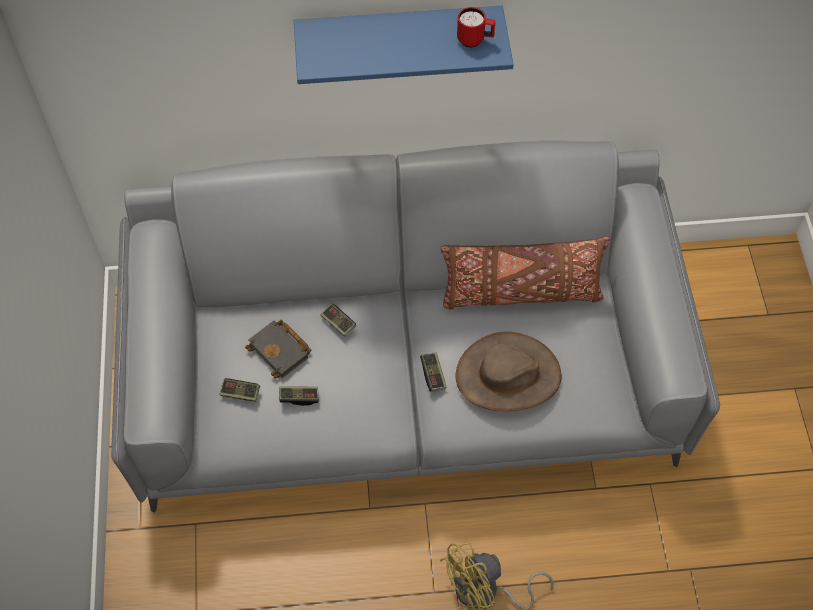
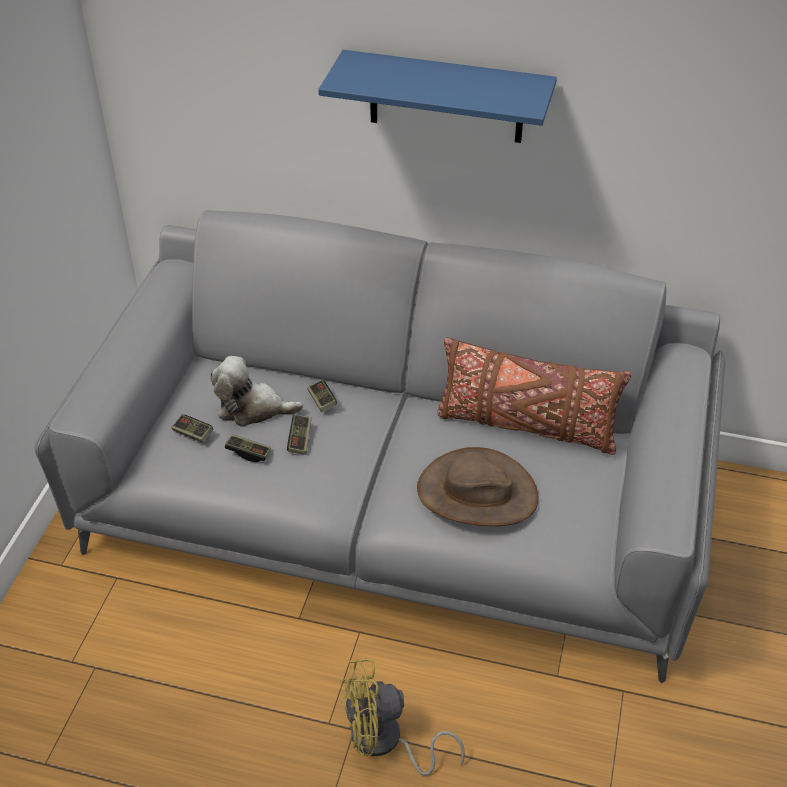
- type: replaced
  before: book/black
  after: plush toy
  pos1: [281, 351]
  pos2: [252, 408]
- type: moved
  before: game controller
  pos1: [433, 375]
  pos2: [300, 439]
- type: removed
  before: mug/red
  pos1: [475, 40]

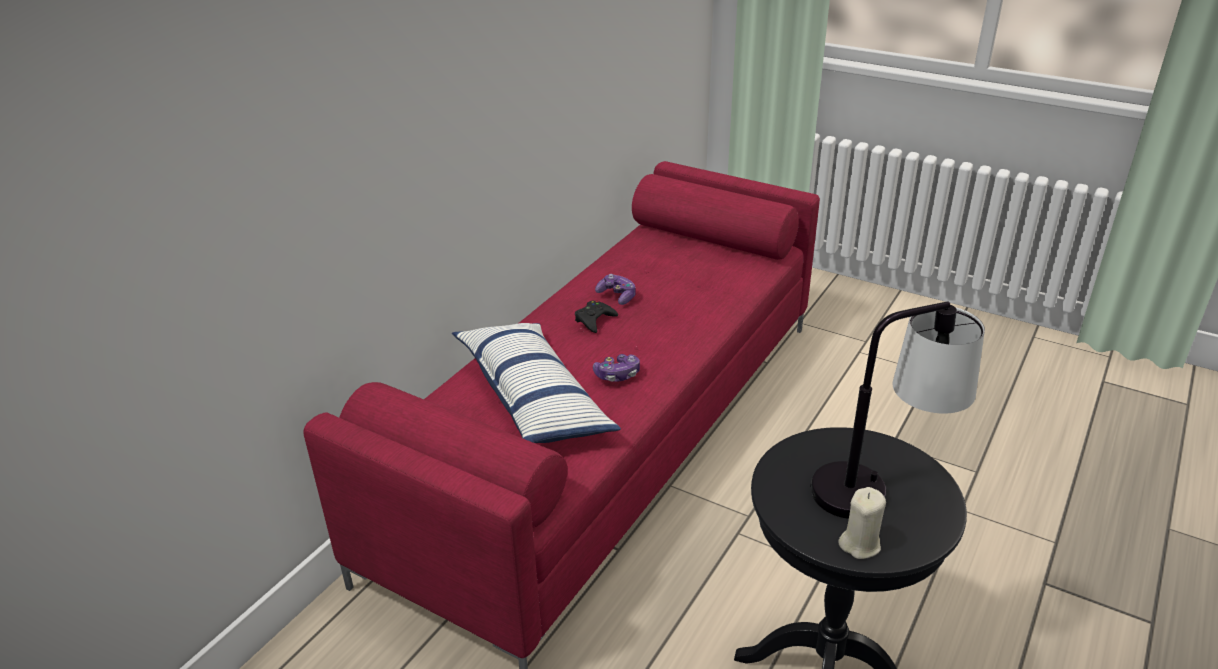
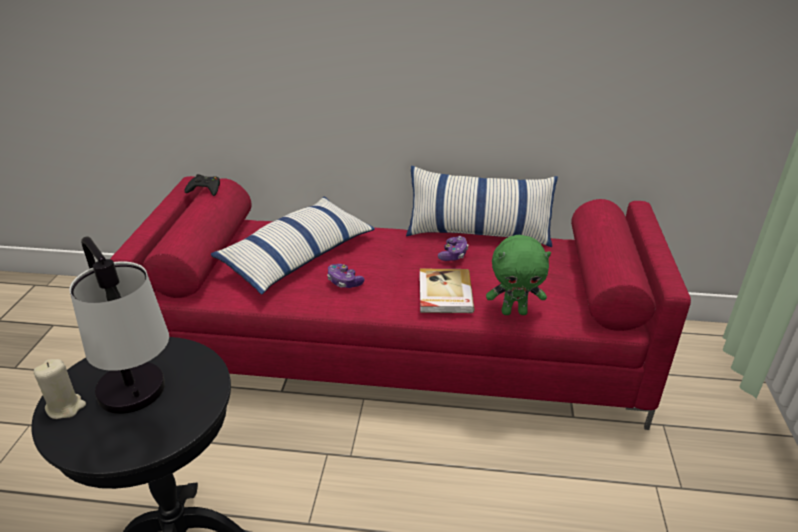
- type: moved
  before: game controller/black
  pos1: [594, 320]
  pos2: [205, 189]
- type: added
  after: pillow
  pos2: [478, 233]
- type: added
  after: book
  pos2: [444, 293]
- type: added
  after: plush toy/green
  pos2: [514, 312]

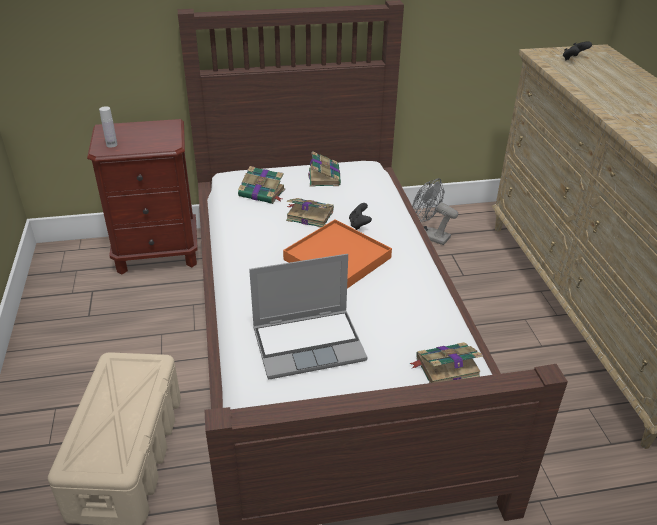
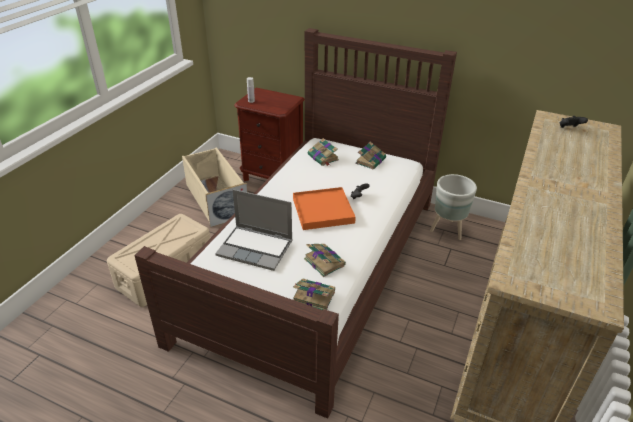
- type: moved
  before: book
  pos1: [309, 215]
  pos2: [323, 261]
- type: replaced
  before: fan/grey
  after: planter/grey
  pos1: [429, 236]
  pos2: [447, 231]
- type: added
  after: storage box/beige
  pos2: [215, 199]

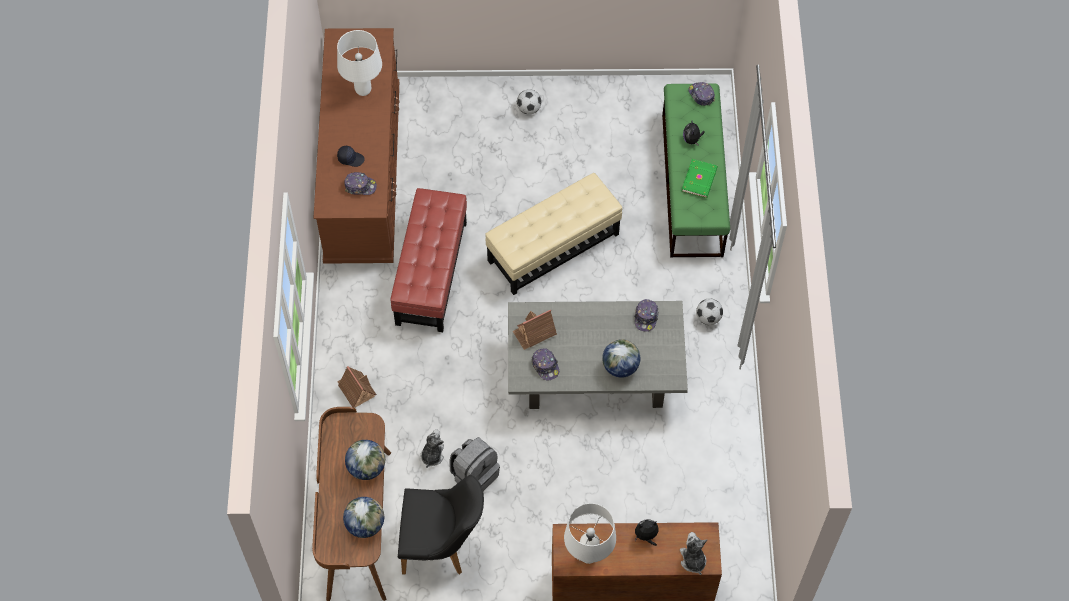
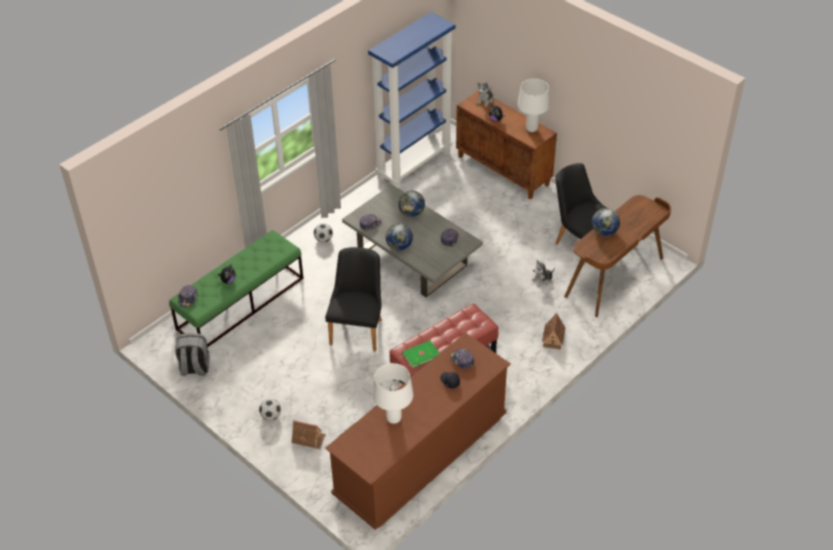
- type: moved
  before: globe
  pos1: [365, 524]
  pos2: [399, 246]
- type: moved
  before: backpack/grey
  pos1: [474, 475]
  pos2: [194, 368]
- type: replaced
  before: ottoman/beige
  after: chair/black
  pos1: [553, 248]
  pos2: [358, 328]
- type: moved
  before: toy house
  pos1: [534, 332]
  pos2: [308, 438]
- type: moved
  before: book/green
  pos1: [700, 179]
  pos2: [420, 355]
- type: added
  after: bookcase/blue
  pos2: [414, 164]

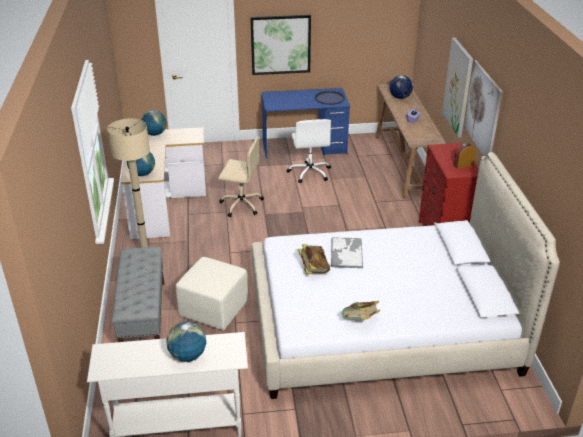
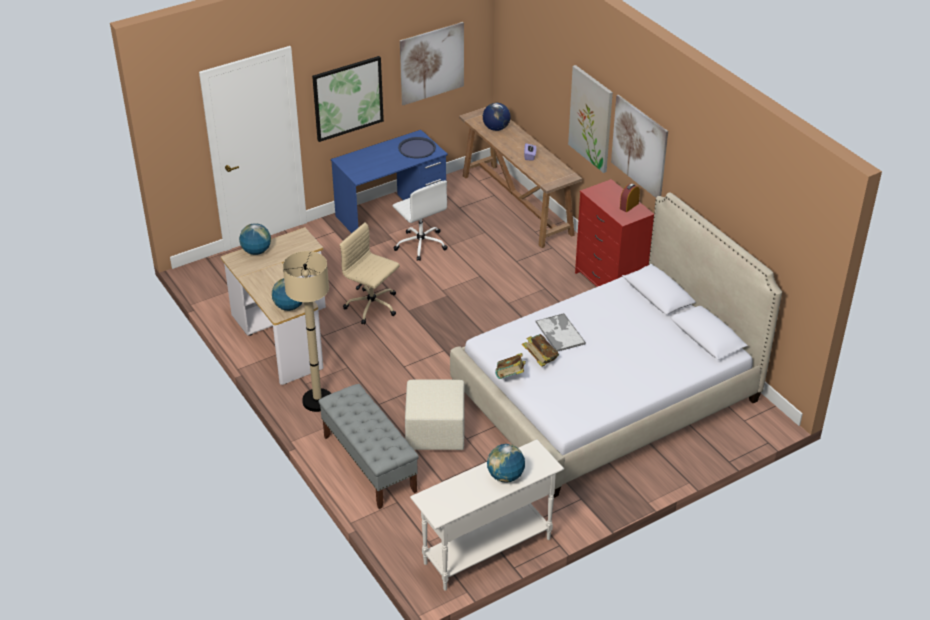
- type: turned
  before: office chair/beige
  pos1: [241, 204]
  pos2: [373, 307]
  turn: -135
- type: moved
  before: book
  pos1: [360, 321]
  pos2: [510, 377]
- type: added
  after: picture
  pos2: [432, 63]

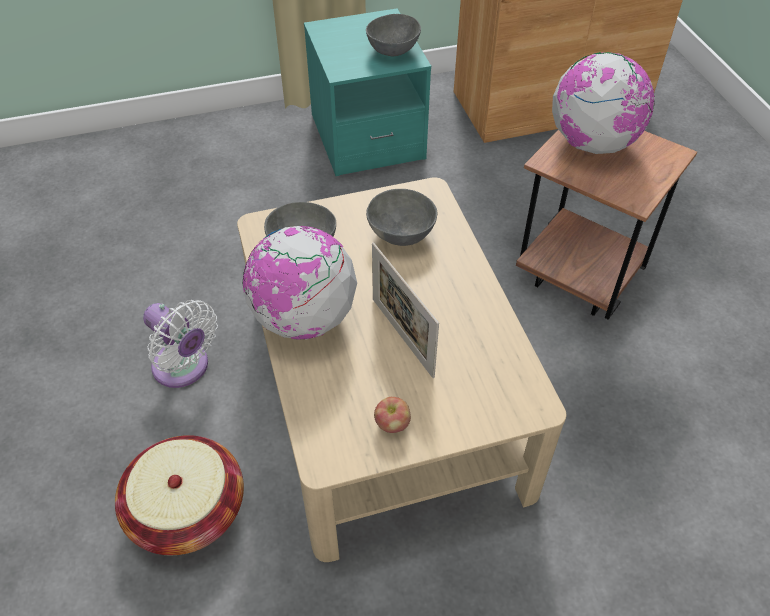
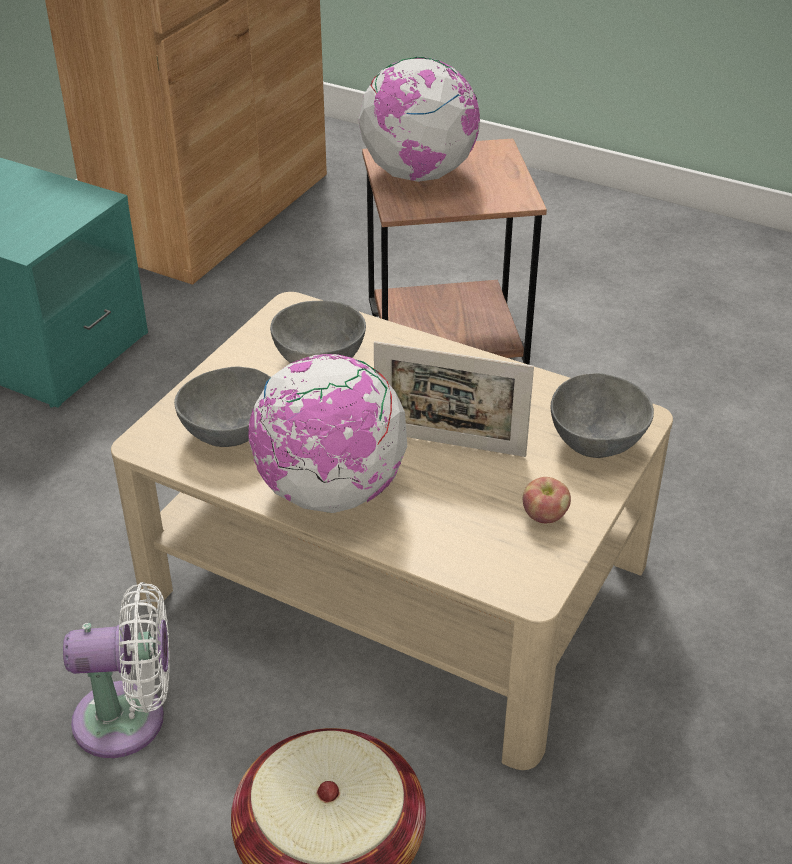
- type: moved
  before: bowl/grey
  pos1: [394, 50]
  pos2: [597, 441]

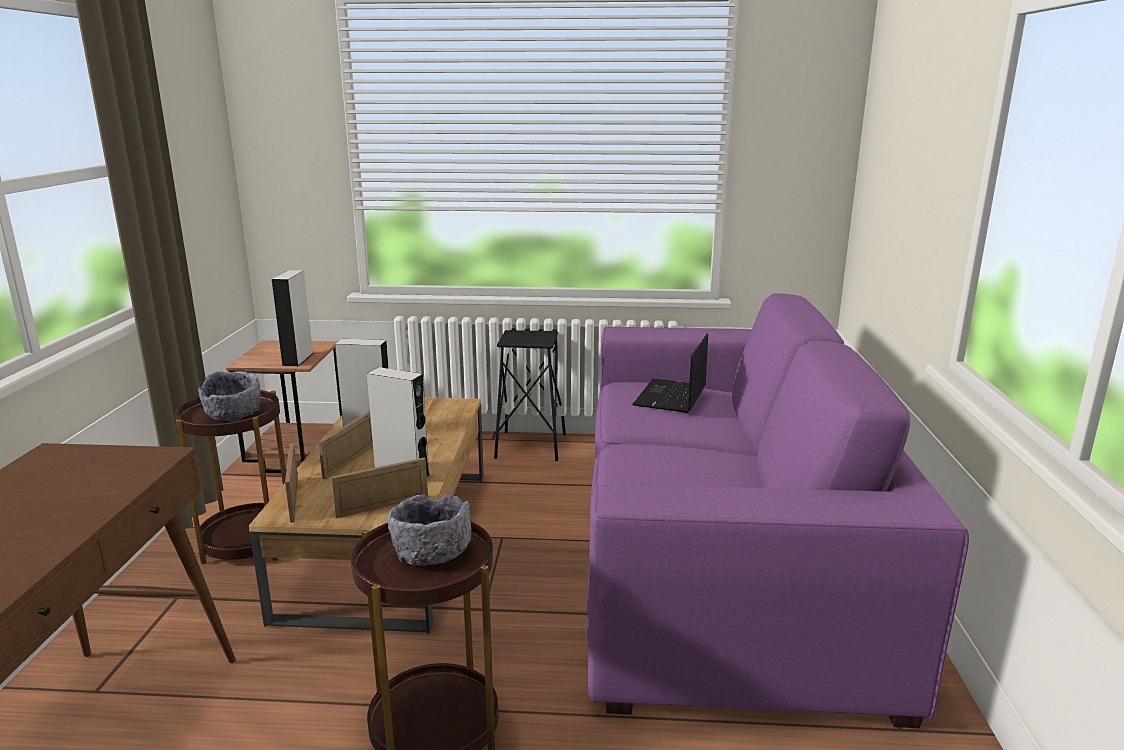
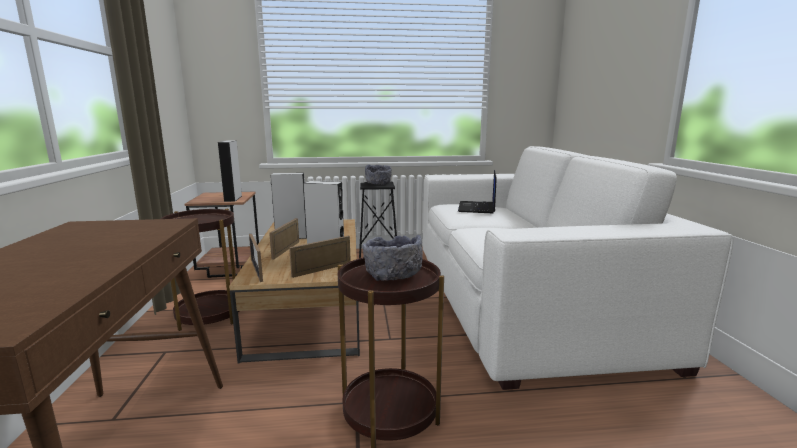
- type: moved
  before: bowl/grey
  pos1: [234, 414]
  pos2: [378, 183]
- type: recoloured
  before: sofa/purple
  after: sofa/white
  pos1: [719, 556]
  pos2: [521, 299]

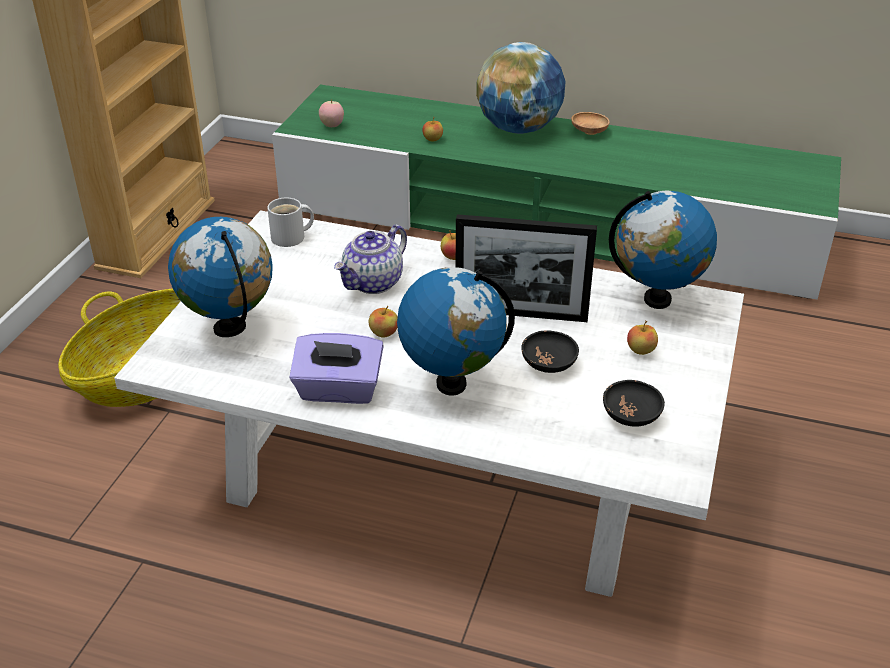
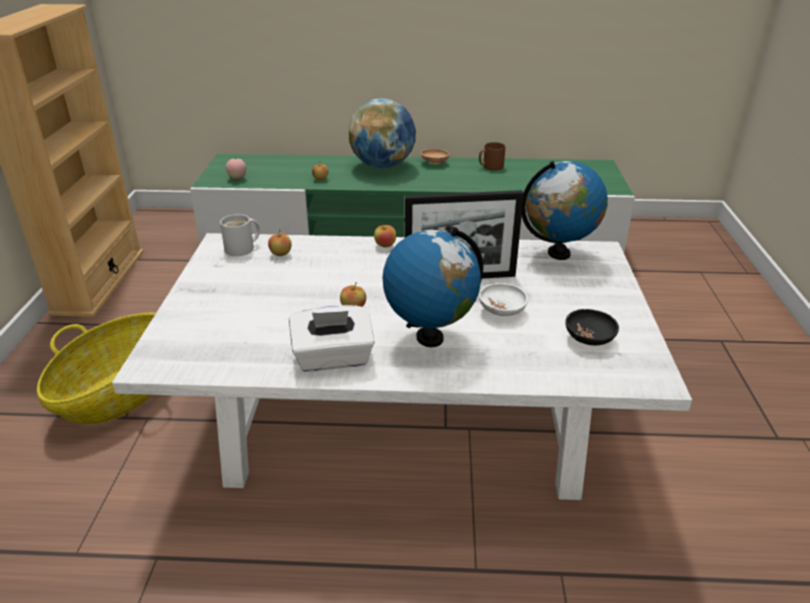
- type: removed
  before: globe
  pos1: [230, 328]
- type: recoloured
  before: tissue box/purple
  after: tissue box/white
  pos1: [338, 390]
  pos2: [333, 359]
- type: removed
  before: teapot
  pos1: [373, 283]
- type: recoloured
  before: bowl/black
  after: bowl/white
  pos1: [549, 364]
  pos2: [502, 310]
- type: moved
  before: apple
  pos1: [640, 350]
  pos2: [280, 254]
- type: added
  after: mug/brown
  pos2: [490, 167]

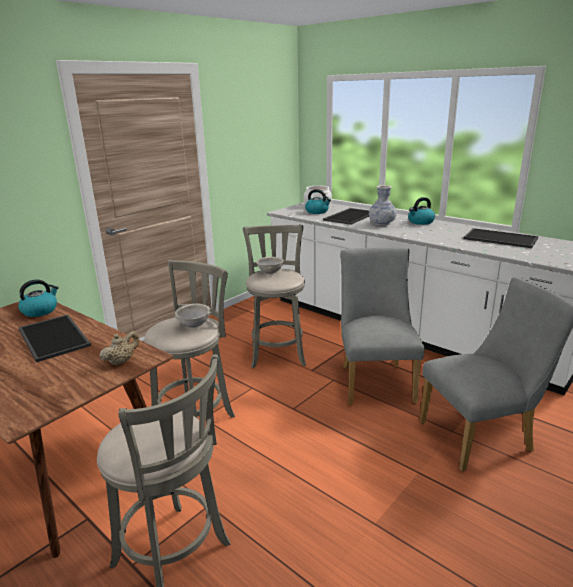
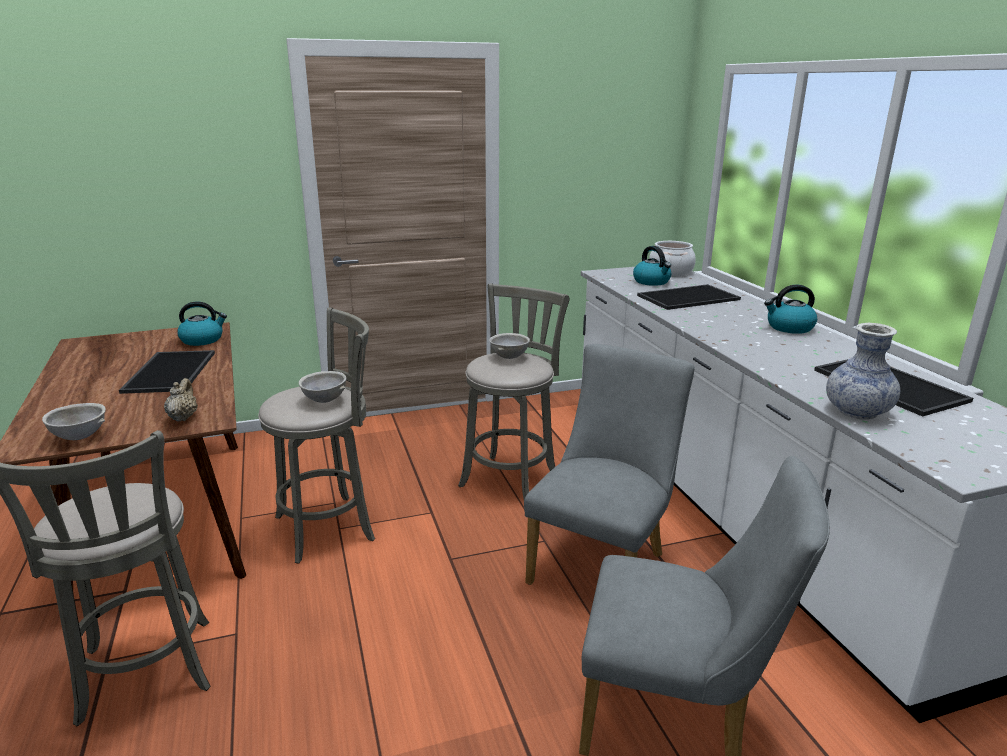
- type: turned
  before: teapot/beige
  pos1: [122, 361]
  pos2: [183, 417]
  turn: -75
- type: moved
  before: vase
  pos1: [382, 223]
  pos2: [857, 412]
- type: added
  after: bowl/grey
  pos2: [80, 437]

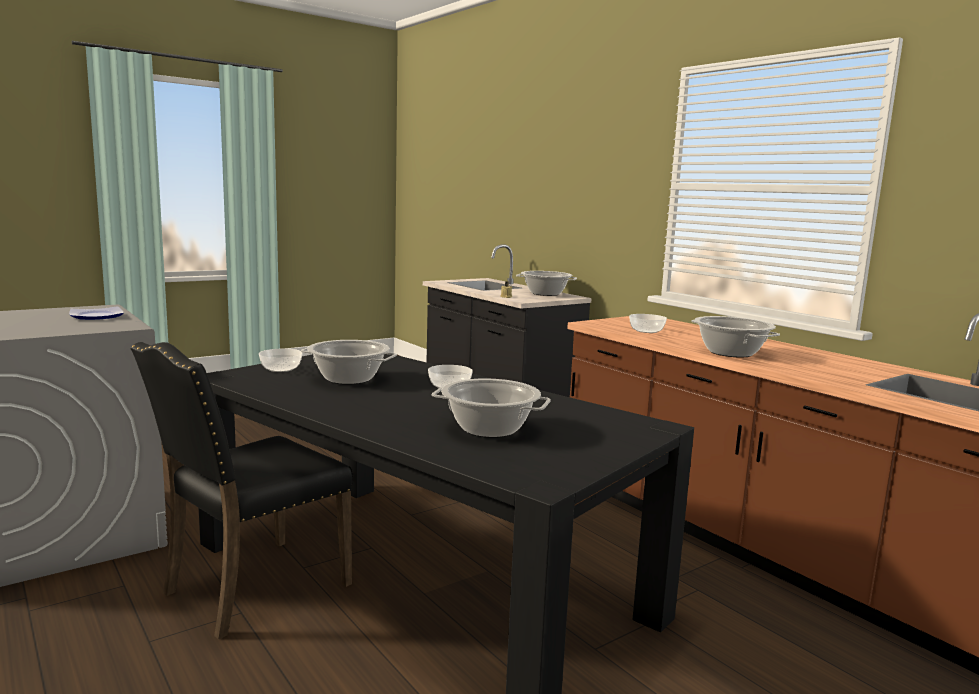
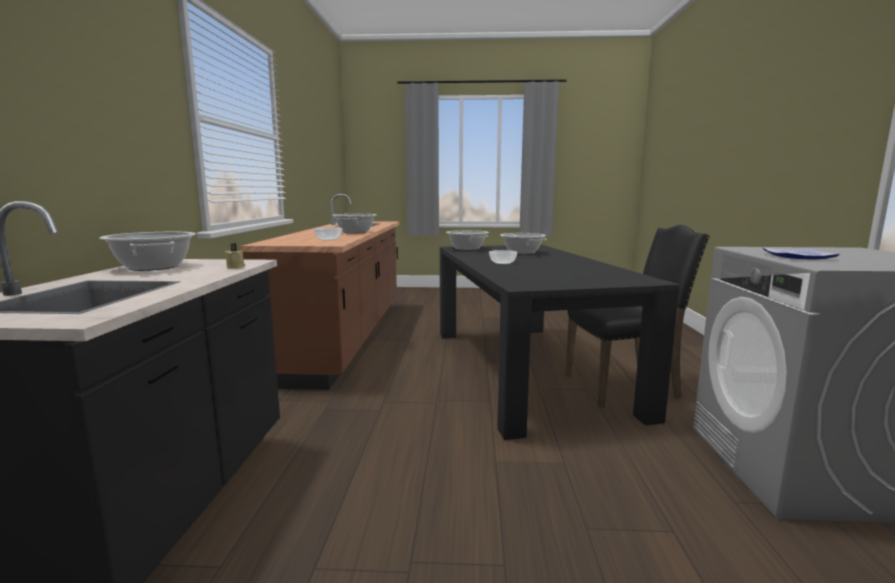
- type: removed
  before: bowl
  pos1: [281, 369]
- type: moved
  before: cooking pot
  pos1: [349, 379]
  pos2: [467, 249]

